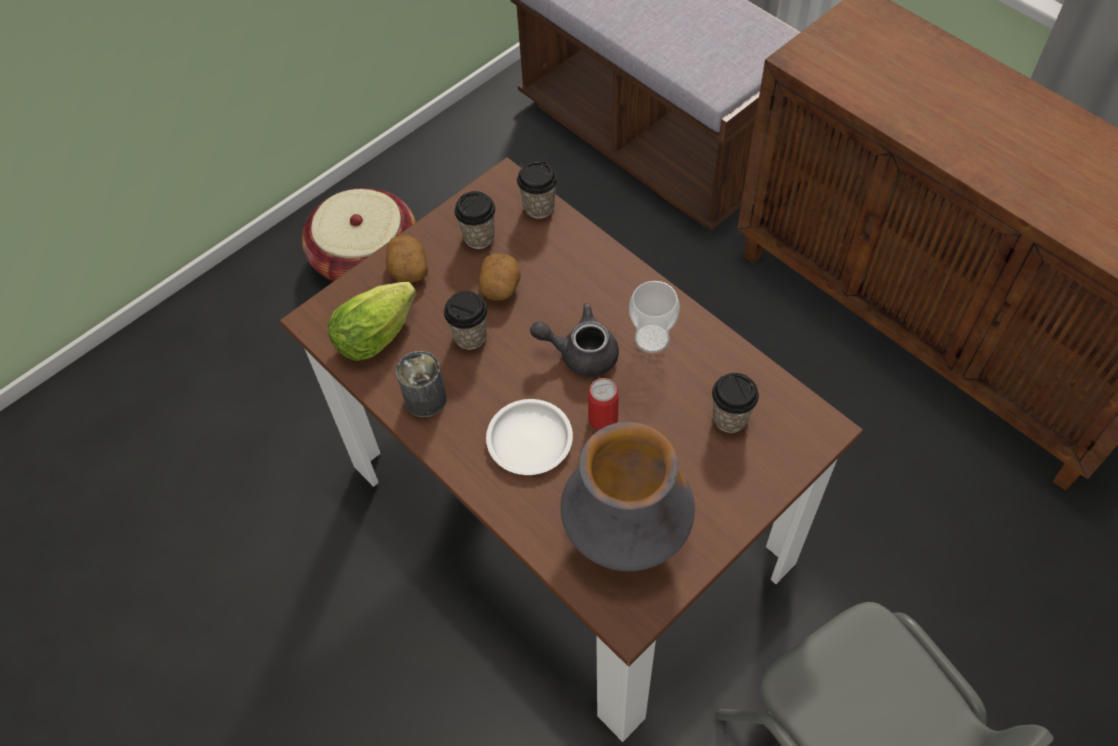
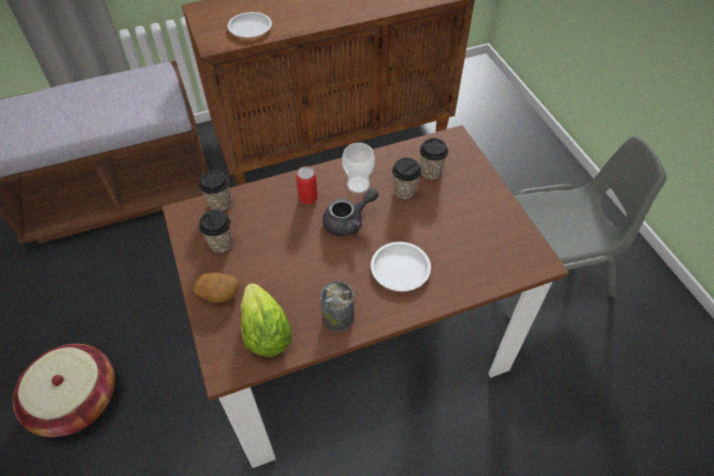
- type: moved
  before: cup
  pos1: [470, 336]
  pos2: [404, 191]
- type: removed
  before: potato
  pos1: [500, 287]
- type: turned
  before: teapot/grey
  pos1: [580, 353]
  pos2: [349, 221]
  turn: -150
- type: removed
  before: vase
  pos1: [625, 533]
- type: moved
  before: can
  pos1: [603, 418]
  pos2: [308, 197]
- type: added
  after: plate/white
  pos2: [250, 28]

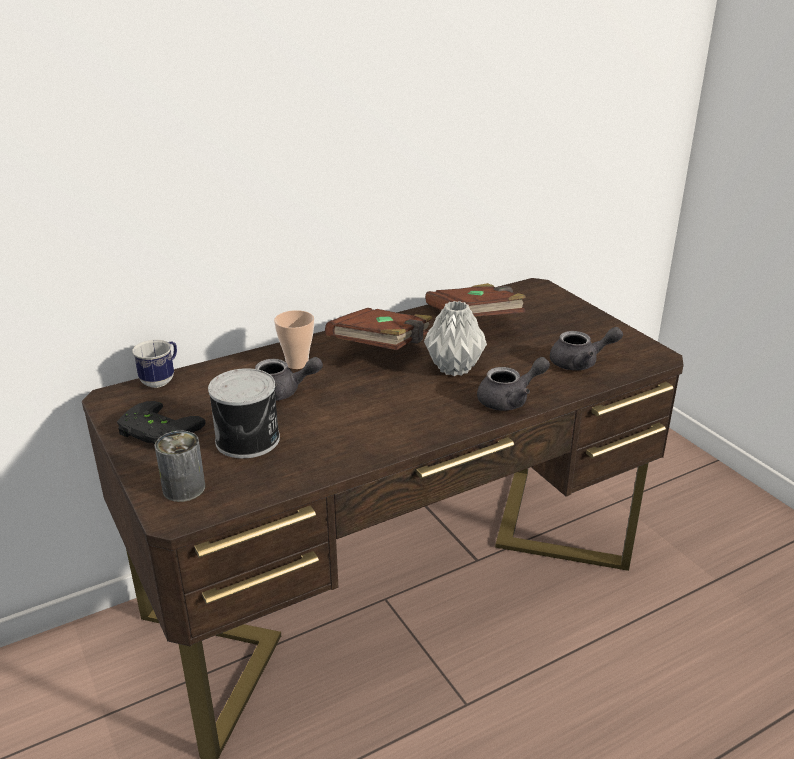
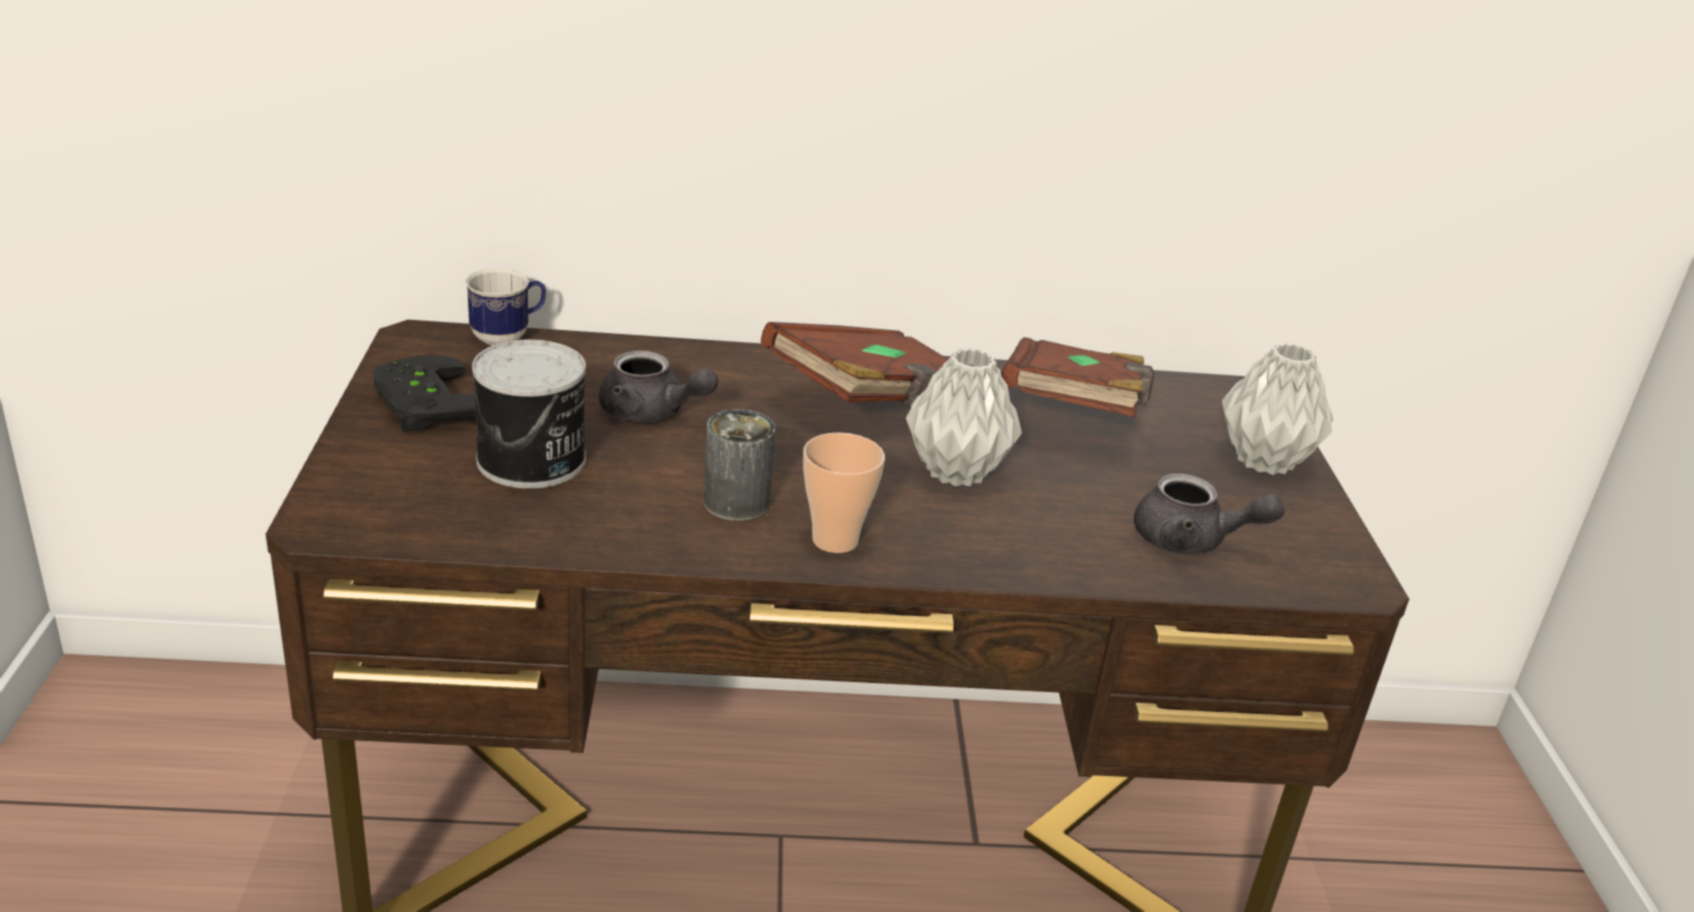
- type: moved
  before: can
  pos1: [184, 488]
  pos2: [736, 502]
- type: moved
  before: cup
  pos1: [297, 363]
  pos2: [835, 540]
- type: removed
  before: teapot/grey
  pos1: [510, 400]
- type: added
  after: vase/grey
  pos2: [1264, 462]

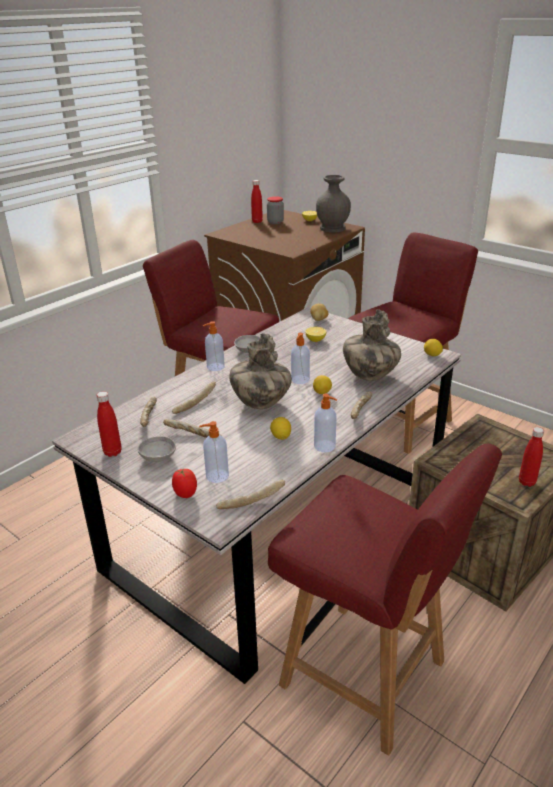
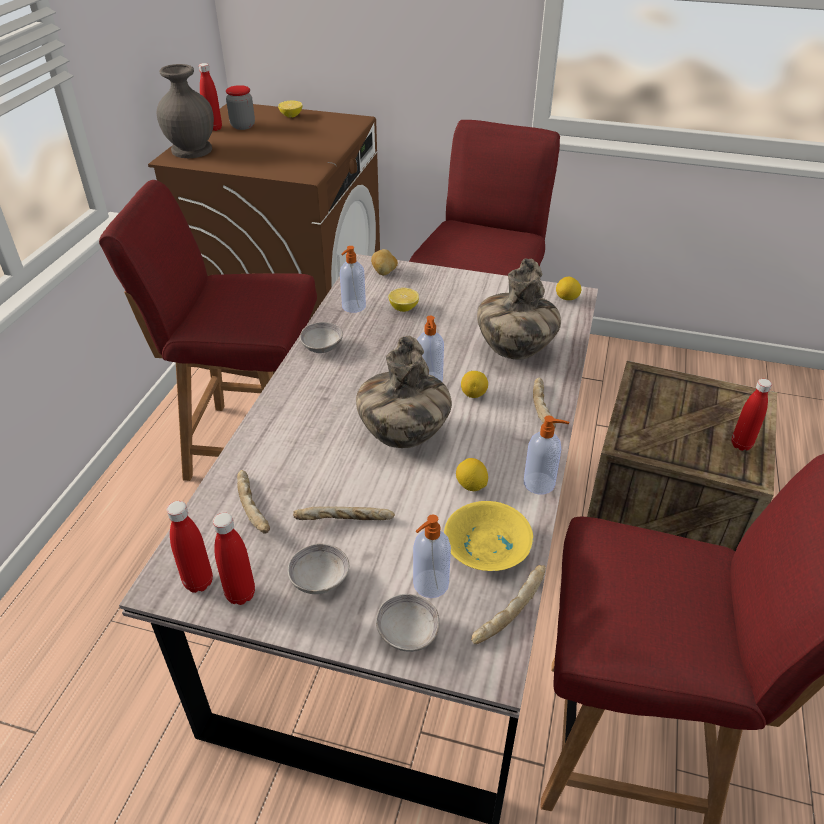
- type: removed
  before: bread
  pos1: [194, 402]
- type: replaced
  before: tomato
  after: bowl/grey
  pos1: [185, 494]
  pos2: [407, 633]
- type: moved
  before: soap dispenser
  pos1: [215, 367]
  pos2: [353, 307]
- type: moved
  before: vase/grey
  pos1: [332, 228]
  pos2: [191, 149]
- type: added
  after: bottle/red
  pos2: [198, 582]
- type: added
  after: bowl/yellow
  pos2: [489, 549]

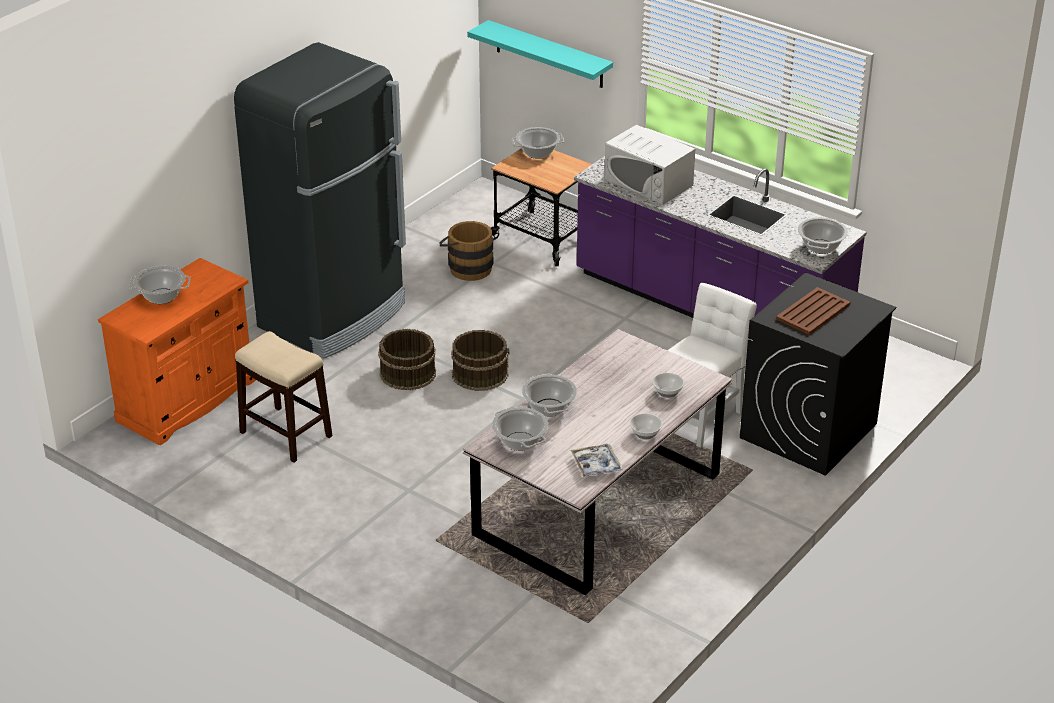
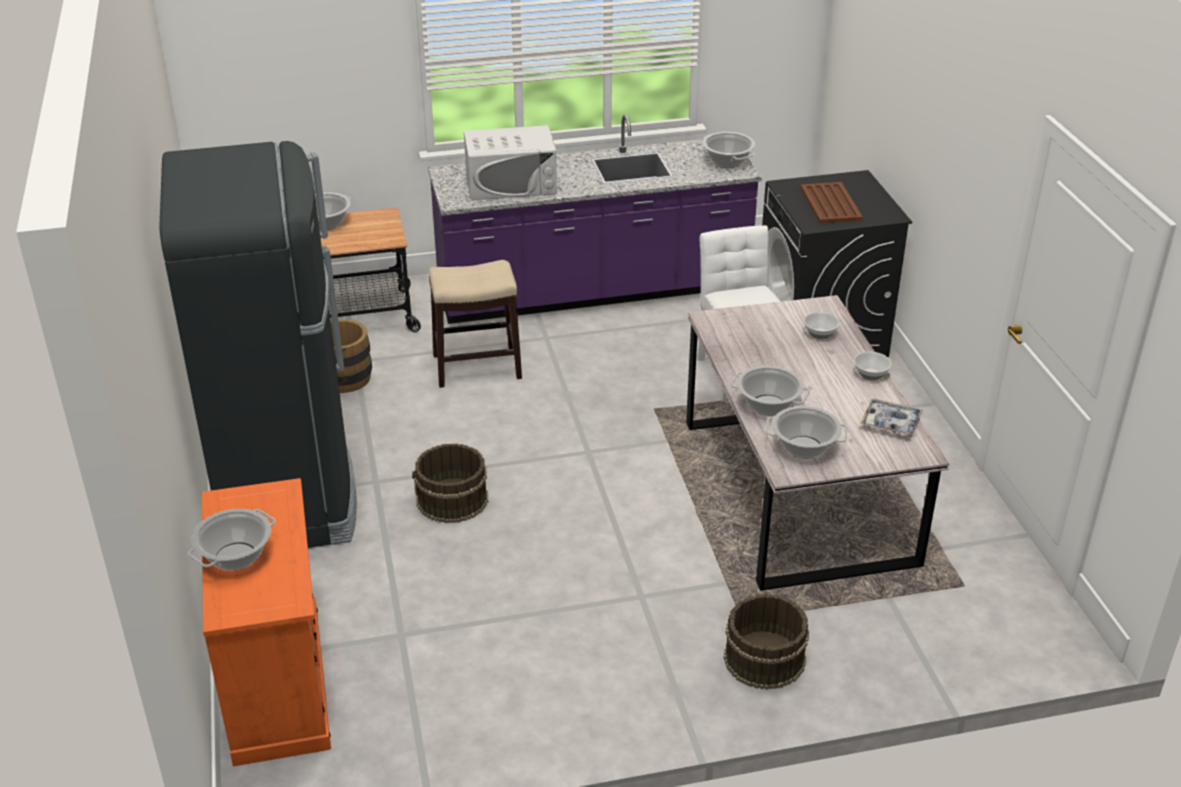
- type: moved
  before: stool
  pos1: [285, 434]
  pos2: [476, 367]
- type: moved
  before: bucket/brown
  pos1: [480, 373]
  pos2: [763, 658]
- type: removed
  before: shelf/turquoise
  pos1: [549, 54]

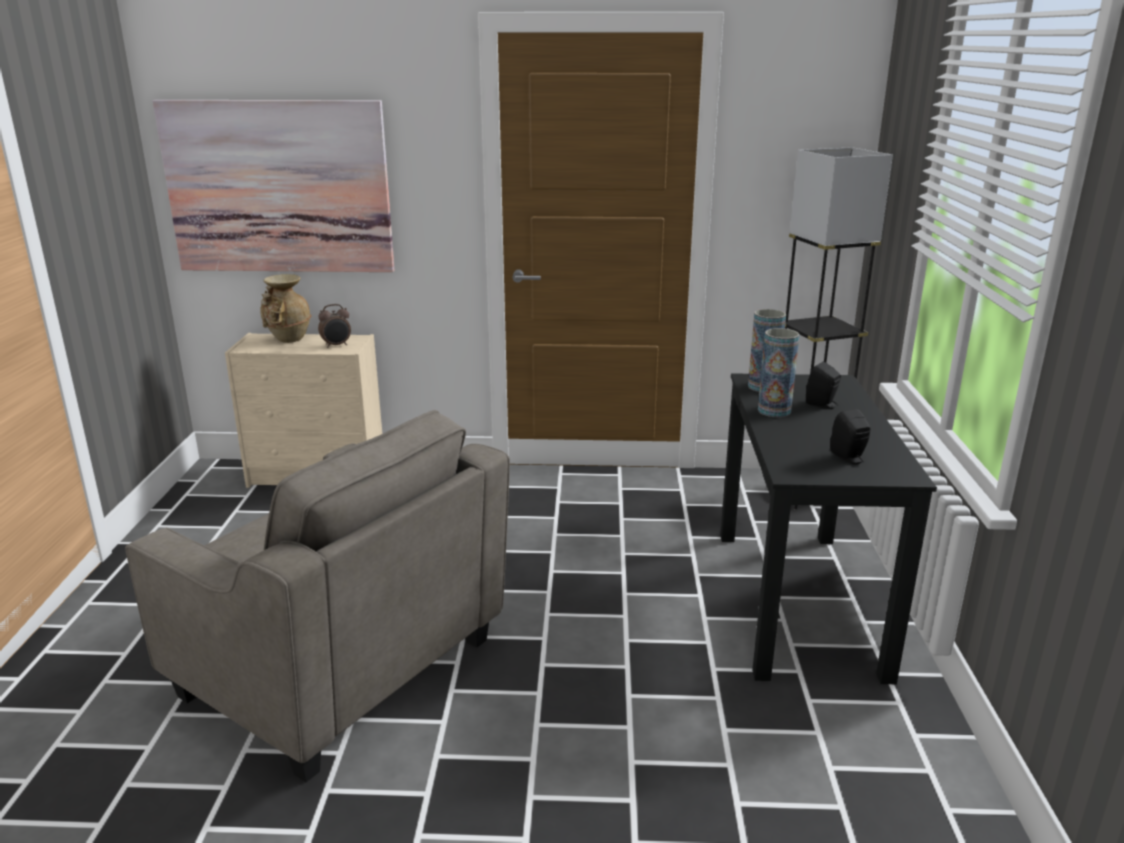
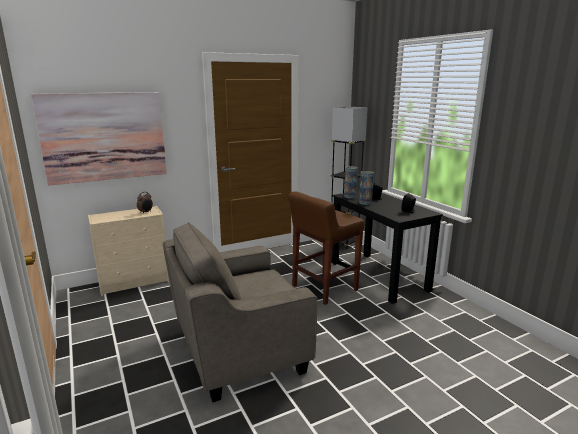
- type: turned
  before: armchair/grey
  pos1: [340, 669]
  pos2: [239, 350]
  turn: 150
- type: removed
  before: vase/beige
  pos1: [287, 339]
- type: added
  after: stool/brown
  pos2: [323, 288]

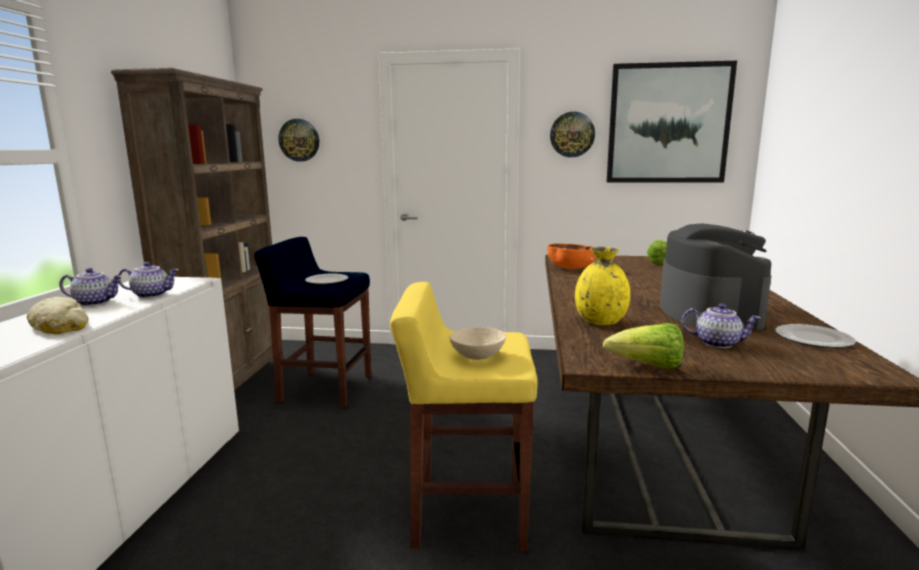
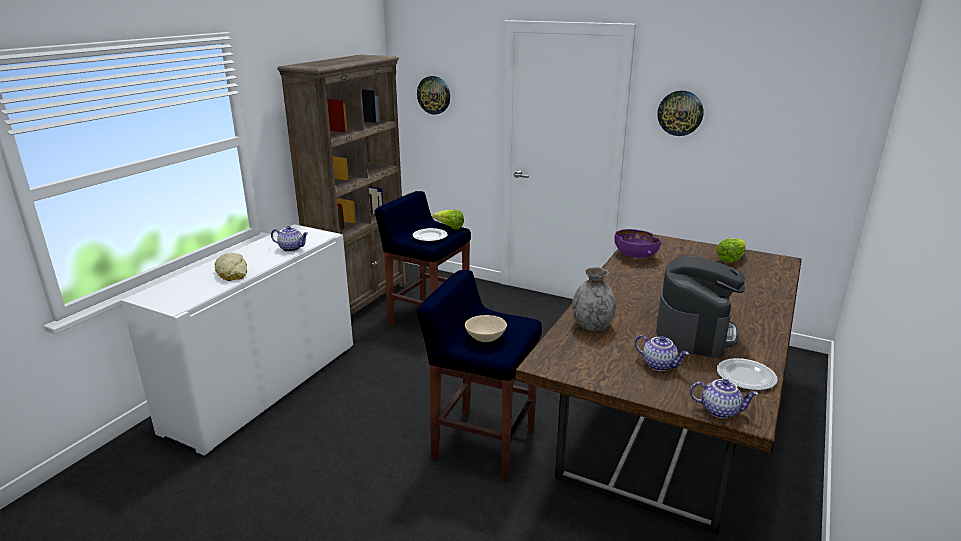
- type: moved
  before: teapot
  pos1: [95, 302]
  pos2: [720, 410]
- type: recoloured
  before: stool/yellow
  after: stool/blue
  pos1: [466, 511]
  pos2: [482, 442]
- type: recoloured
  before: bowl/orange
  after: bowl/purple
  pos1: [571, 269]
  pos2: [635, 256]
- type: recoloured
  before: vase/yellow
  after: vase/grey
  pos1: [600, 322]
  pos2: [591, 325]
- type: moved
  before: lettuce
  pos1: [647, 366]
  pos2: [450, 227]
- type: removed
  before: picture
  pos1: [668, 124]

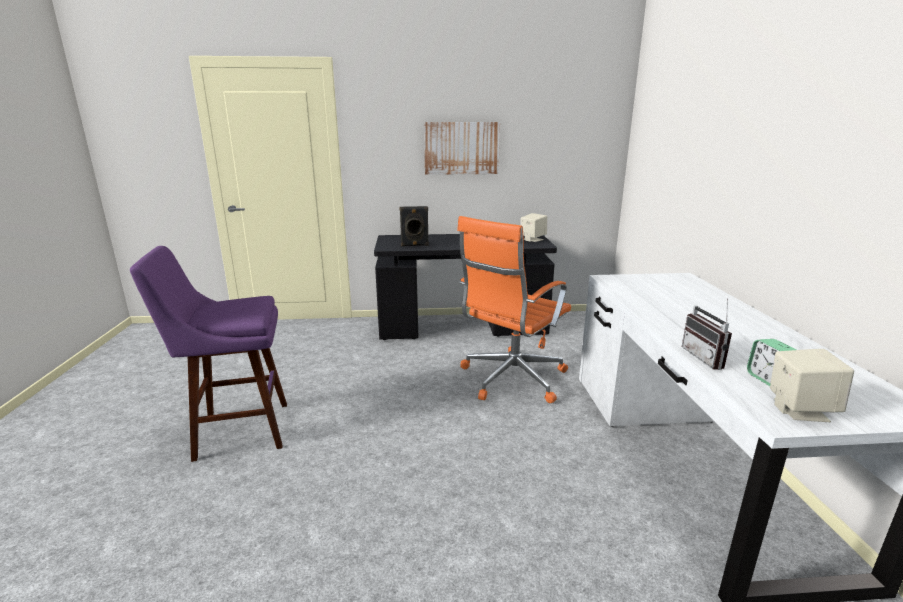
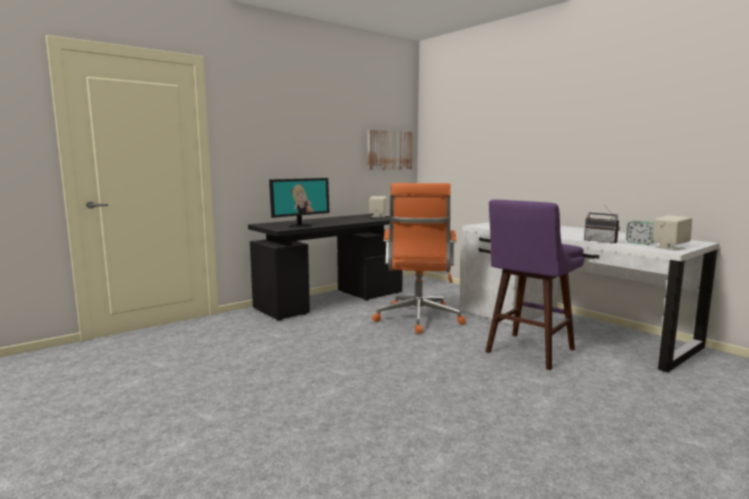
- type: moved
  before: stool/purple
  pos1: [236, 431]
  pos2: [528, 352]
- type: replaced
  before: speaker/black
  after: monitor
  pos1: [414, 245]
  pos2: [300, 226]
- type: moved
  before: picture
  pos1: [461, 148]
  pos2: [389, 150]

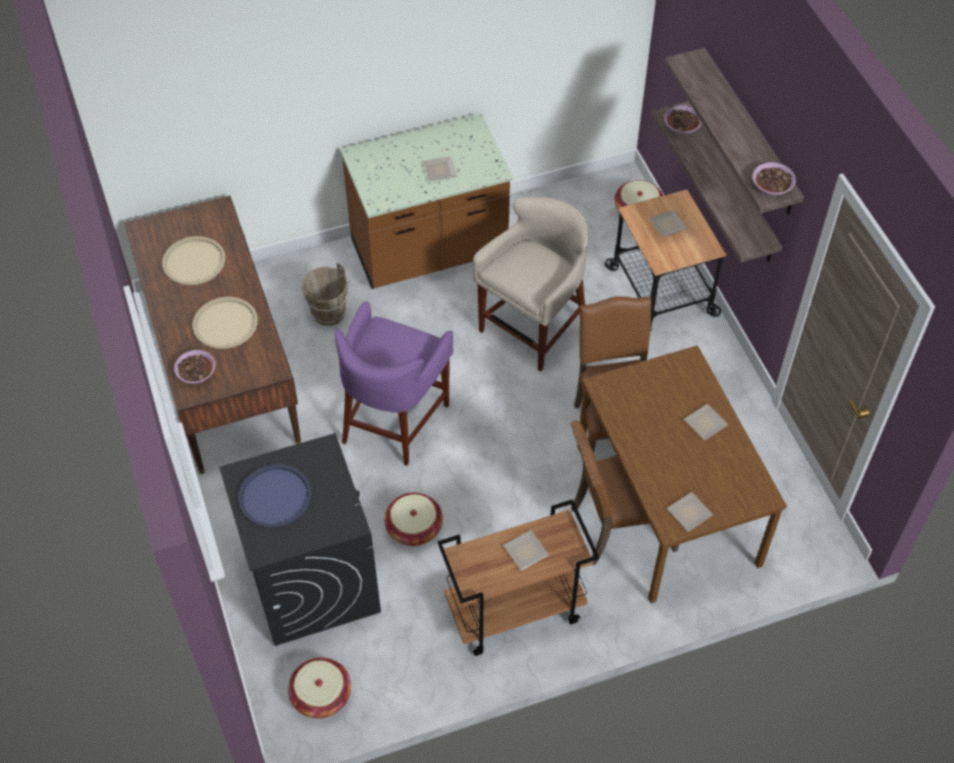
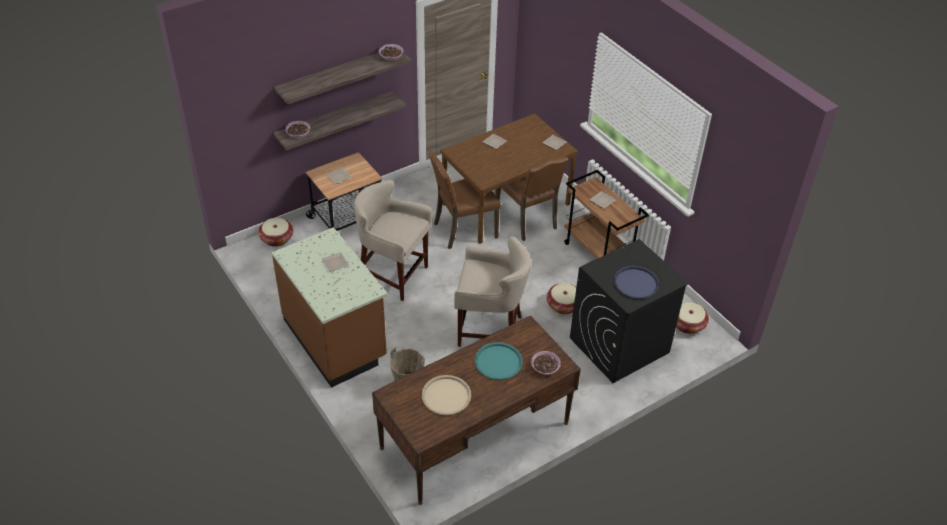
- type: recoloured
  before: tray/beige
  after: tray/turquoise
  pos1: [225, 324]
  pos2: [498, 362]
- type: recoloured
  before: stool/purple
  after: stool/beige
  pos1: [394, 421]
  pos2: [489, 329]

